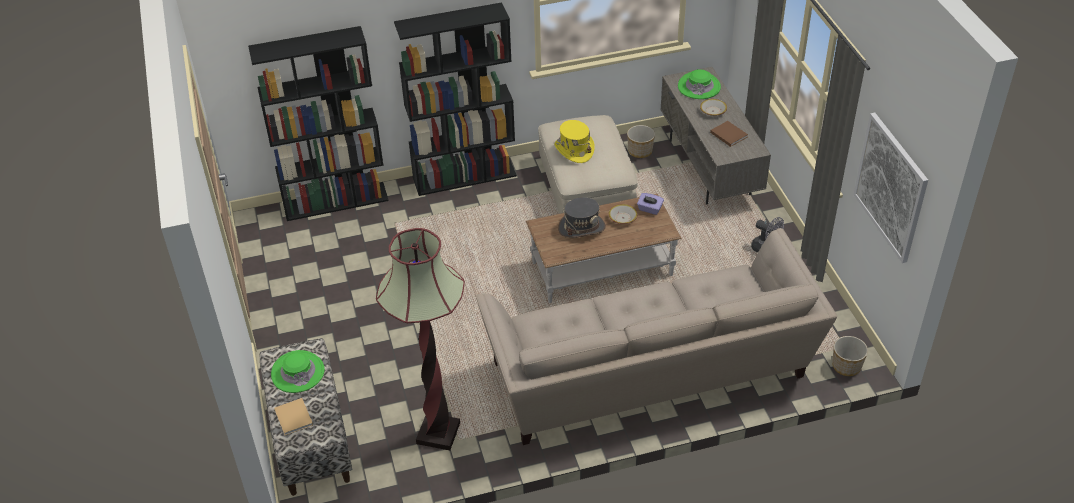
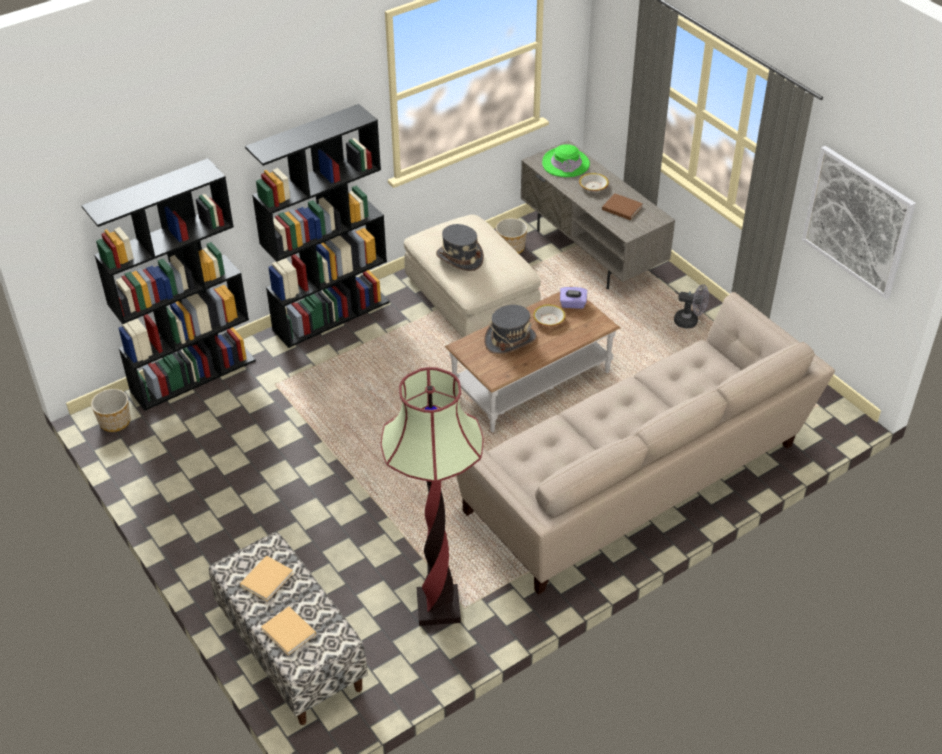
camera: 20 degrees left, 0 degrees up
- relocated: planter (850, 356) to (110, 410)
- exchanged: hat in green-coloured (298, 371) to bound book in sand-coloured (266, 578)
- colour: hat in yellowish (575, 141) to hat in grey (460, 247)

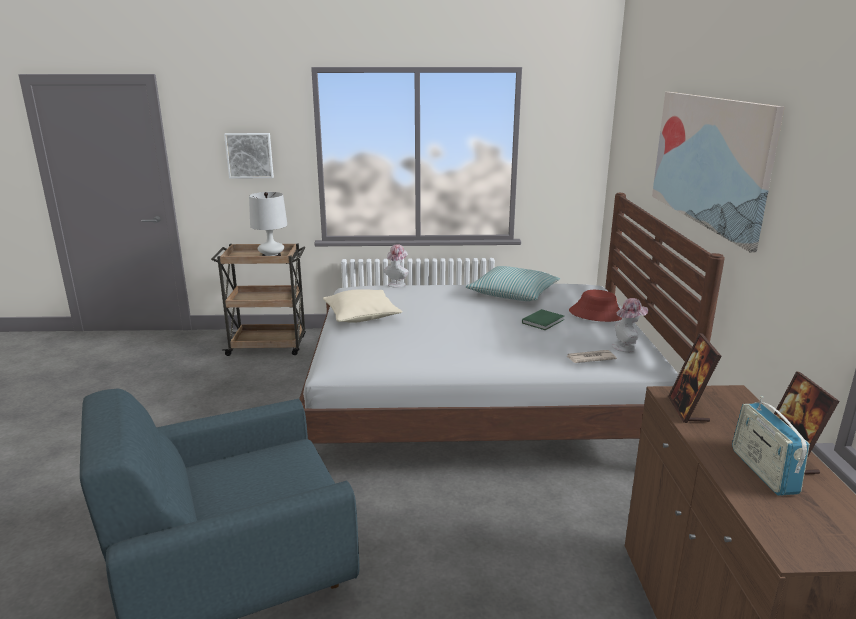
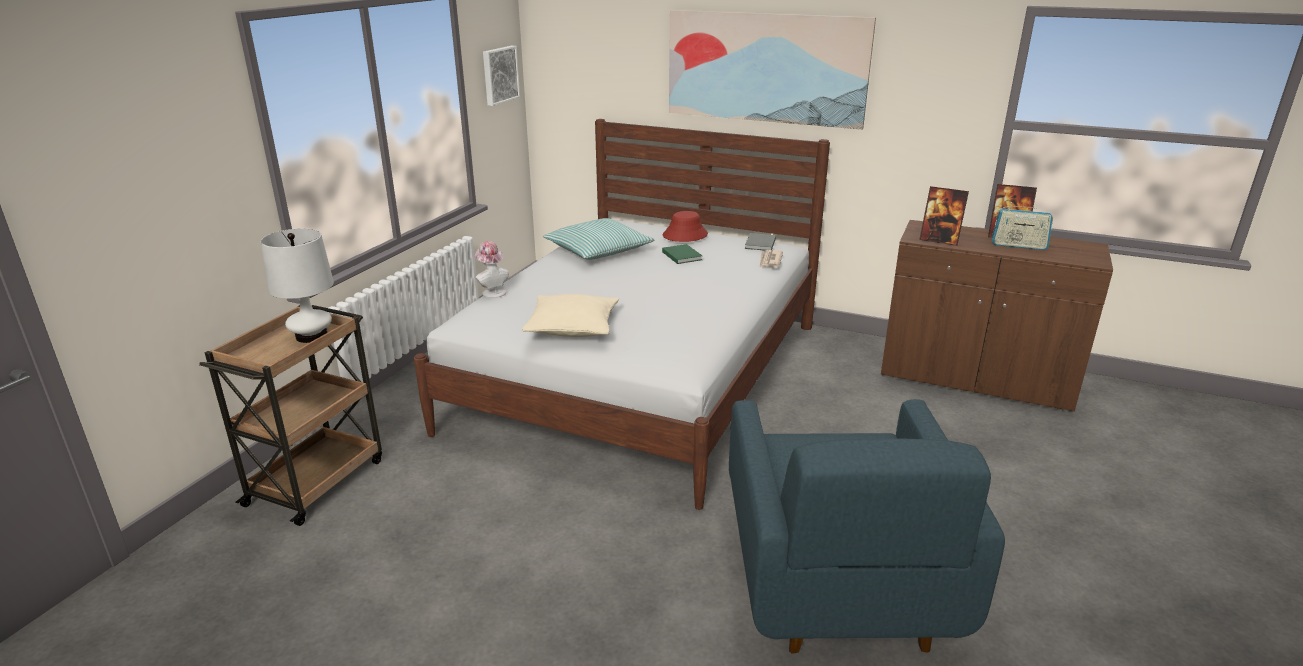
camera: 65 degrees left, 5 degrees up
- relocated: wall art (249, 155) to (501, 76)
- exchanged: hat (630, 325) to bound book in grey (760, 242)

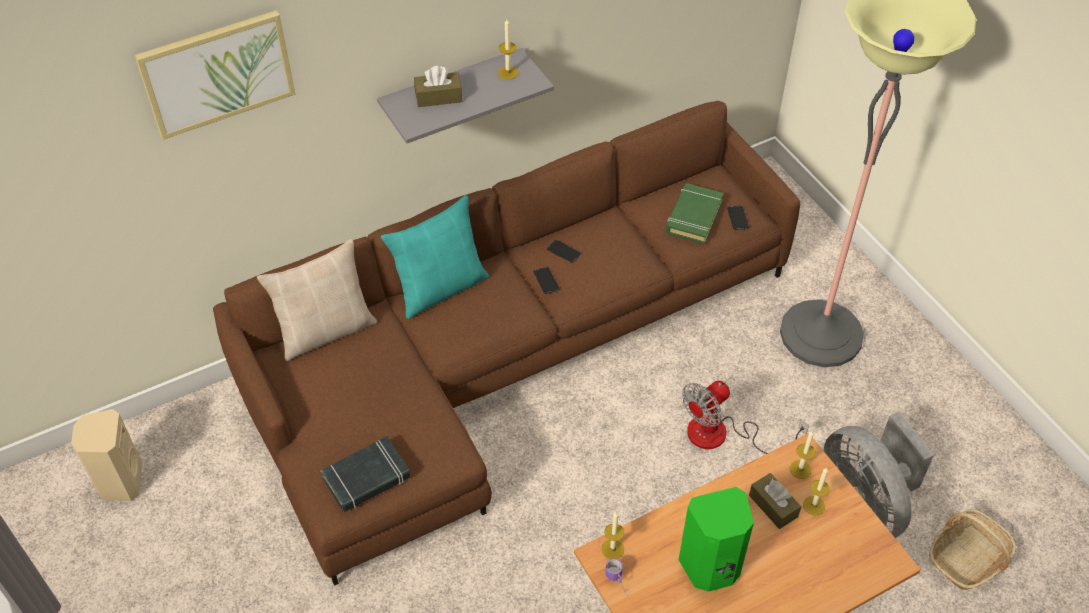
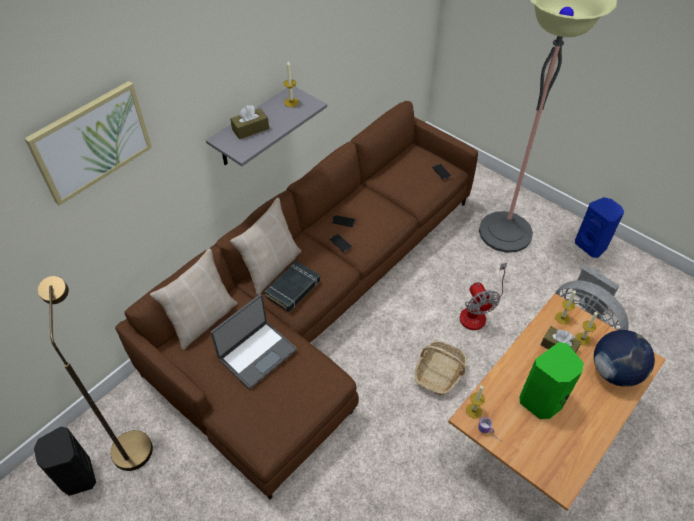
camera: 20 degrees left, 0 degrees up
- missing: bound book in green-coloured (695, 214)
- appeared: standing lamp in brown (95, 373)
- appeared: laptop (253, 341)
- appeared: audio speaker in blue-coloured (599, 227)
- appeared: world globe (624, 358)
- relocated: bound book in black-coloured (365, 474) to (292, 286)
- relocated: storage basket (972, 549) to (441, 368)
- colour: audio speaker in sand-coloured (106, 455) to audio speaker in black-coloured (65, 461)
- colour: throw pillow in turquoise (435, 257) to throw pillow in sand-coloured (266, 246)
- spun: fan (745, 417) = (483, 296) 45 degrees counterclockwise

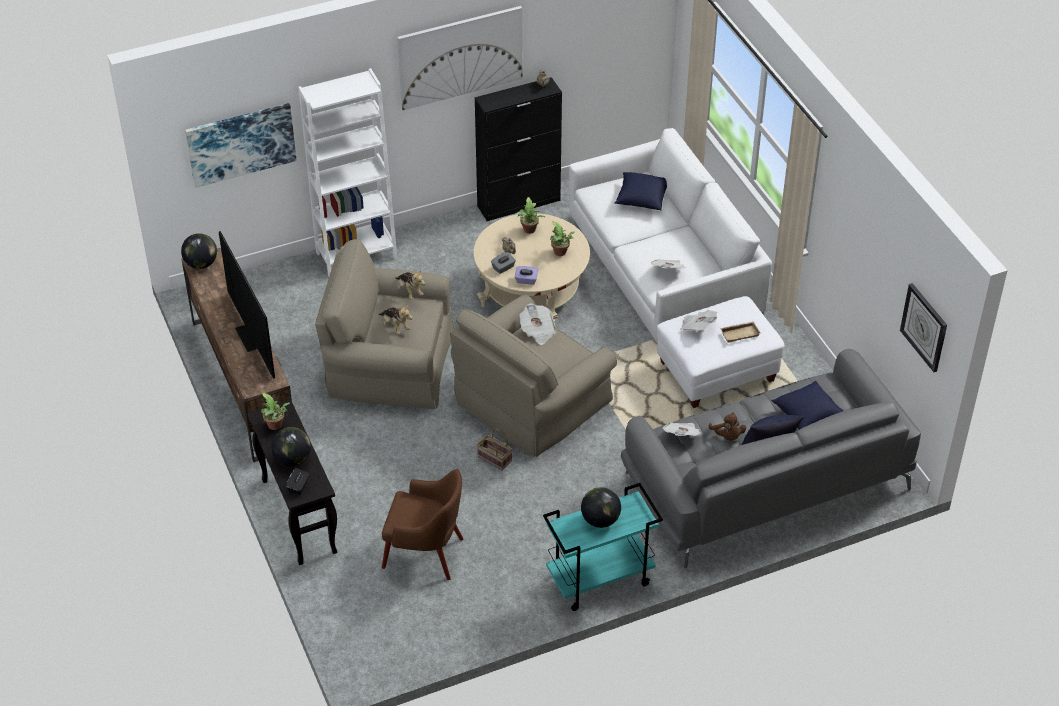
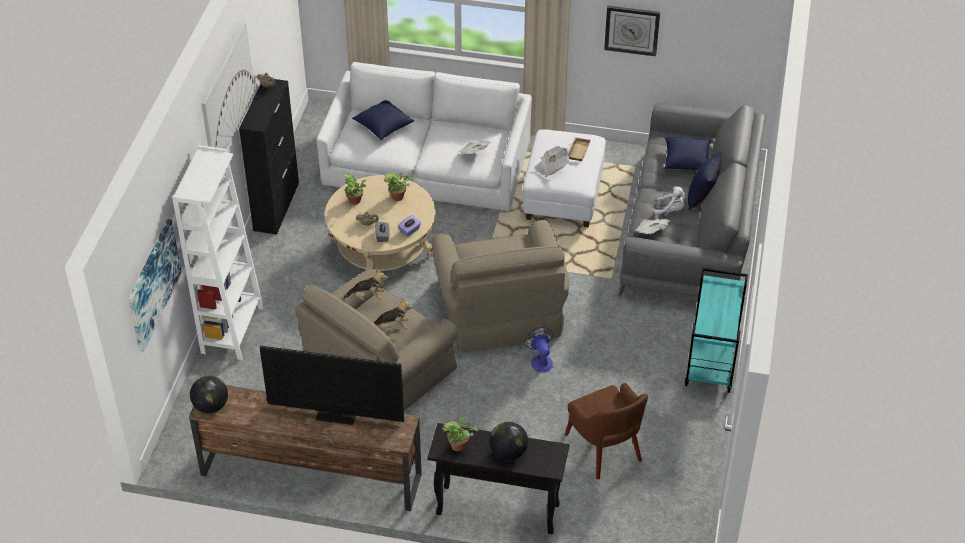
camera: 55 degrees left, 0 degrees up
- missing: tissue holder in black-coloured (297, 481)
- missing: printed paper (537, 324)
- missing: world globe (601, 507)
- relocated: hanging clock (923, 327) to (632, 31)
- exchanged: storage basket (494, 449) to fan (538, 350)
- colour: soft toy in brown (727, 426) to soft toy in white (669, 201)
- spun: lounge chair in brown (422, 524) = (606, 431) 105 degrees clockwise

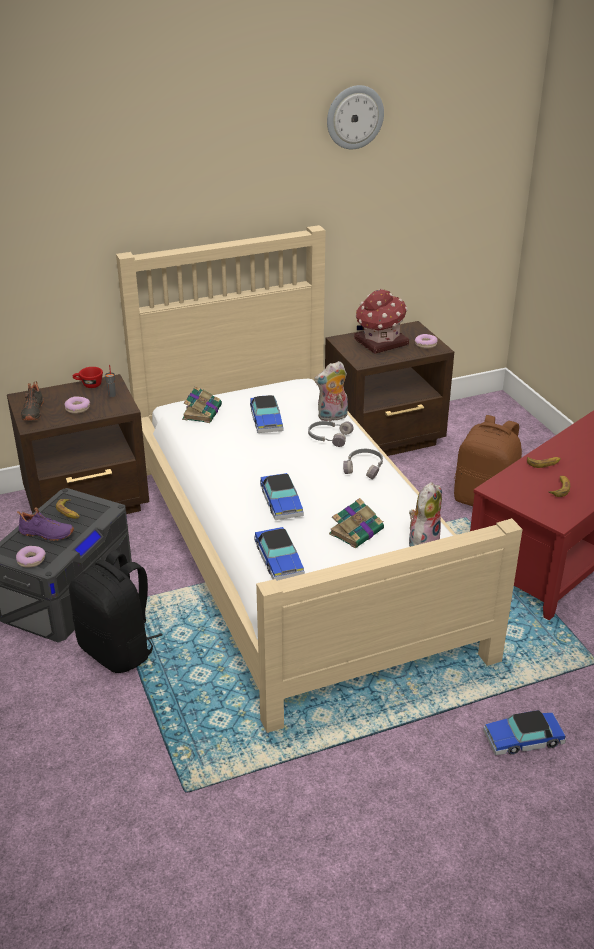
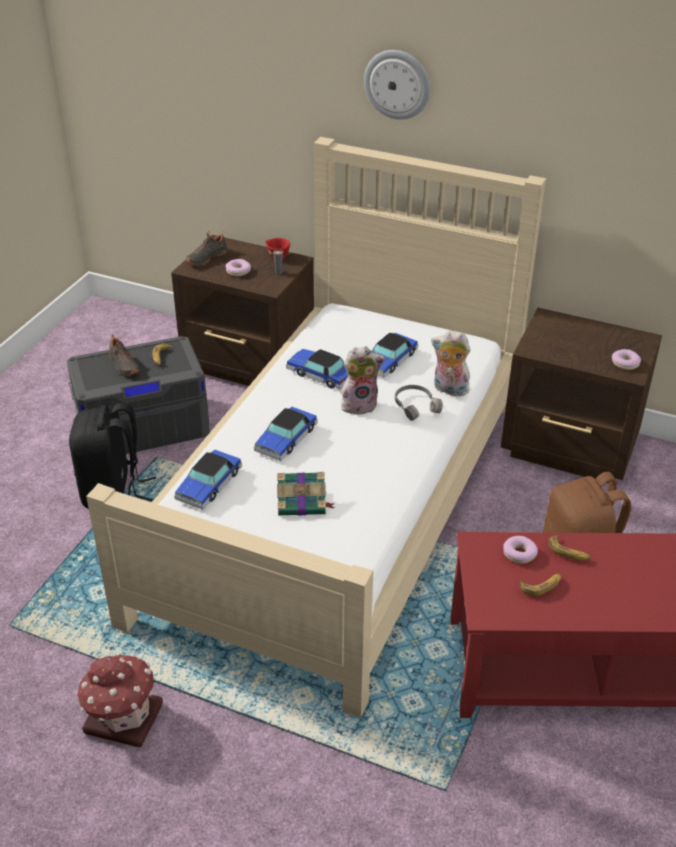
camera: 45 degrees right, 5 degrees up
- missing: bound book (202, 404)
- missing: headset in grey (363, 464)
- relocated: ring doughnut (31, 557) to (520, 550)
- relocated: hanging clock (355, 117) to (397, 85)
- relocated: toy house (381, 321) to (120, 701)
- relocated: soft toy (425, 514) to (363, 380)
- relocated: toy car (524, 732) to (317, 369)
- colour: shoe in purple (45, 524) to shoe in black-coloured (124, 355)

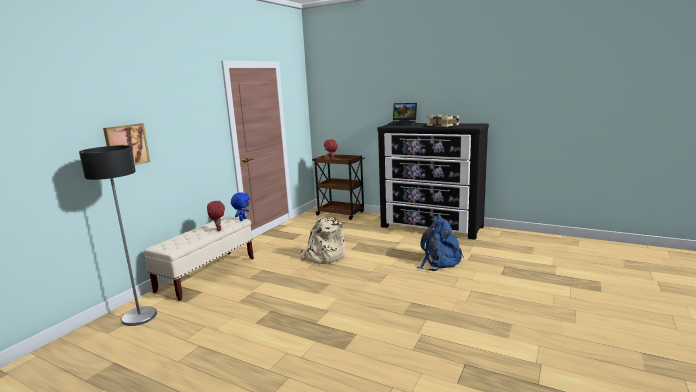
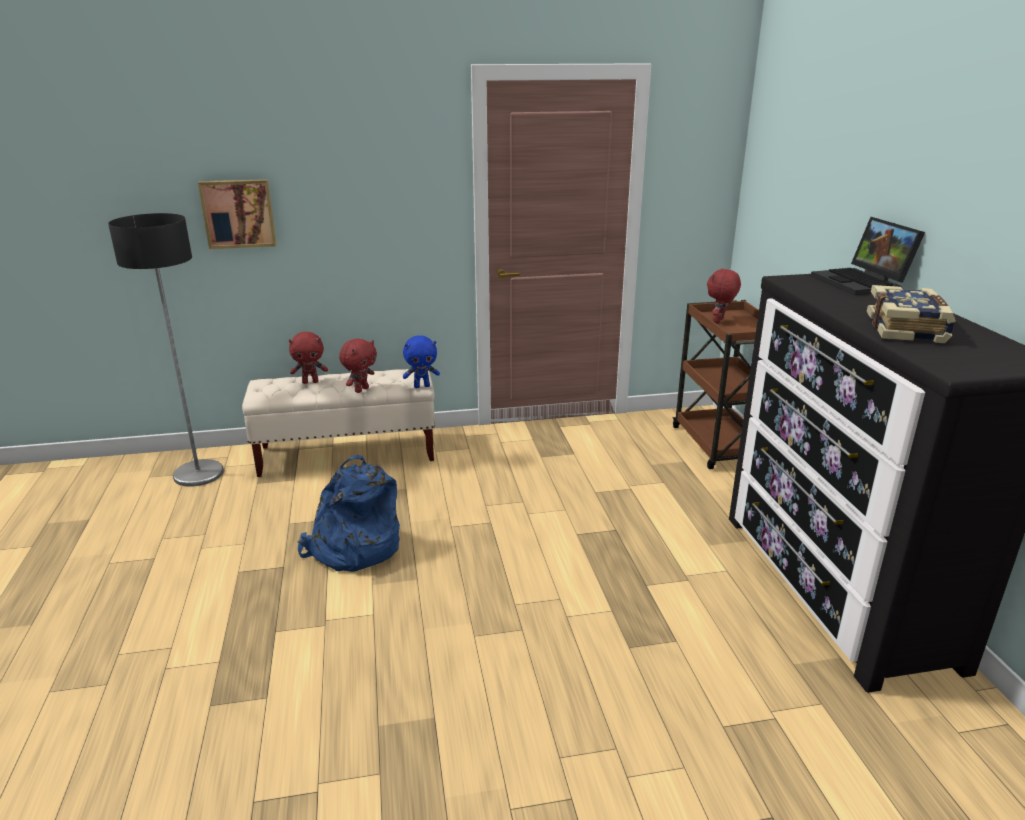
camera: 50 degrees right, 10 degrees up
- missing: knapsack in sand-coloured (322, 238)
- appeared: soft toy in reddish (308, 358)
- relocated: knapsack in blue-coloured (440, 242) to (349, 513)

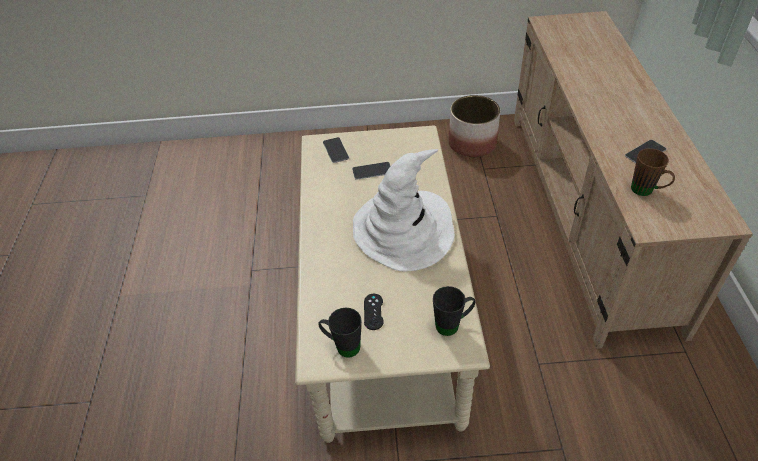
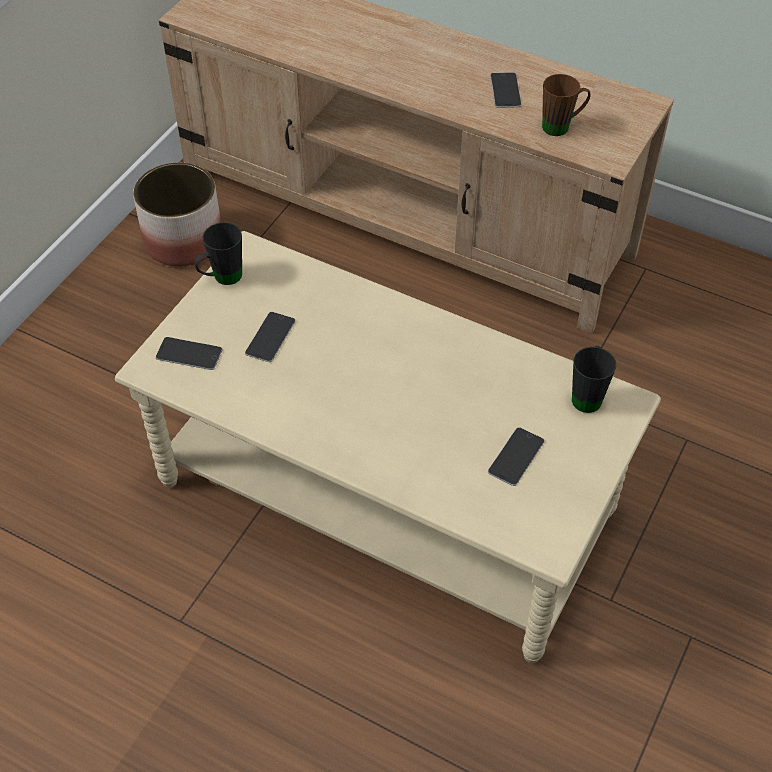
camera: 60 degrees left, 5 degrees up
- missing: hat in white (404, 210)
- relocated: tea mug in black-coloured (339, 332) to (218, 253)
- exchanged: gamepad in black-coloured (374, 312) to phone (516, 456)

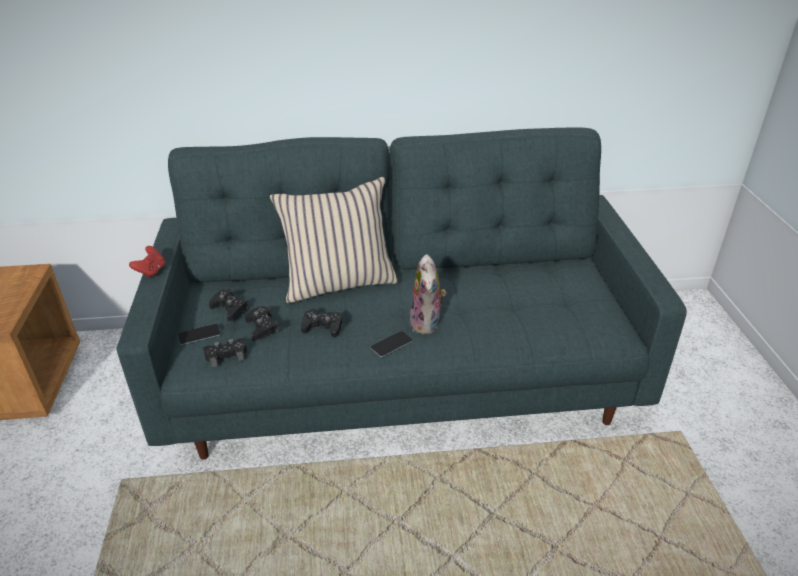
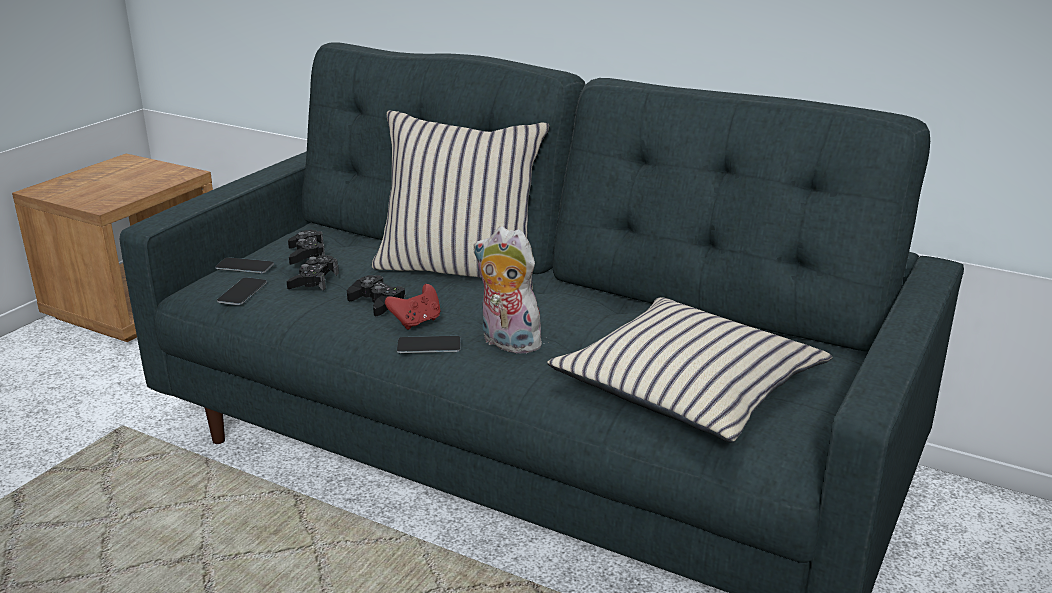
camera: 35 degrees right, 10 degrees down
- appeared: throw pillow in sand-coloured (690, 369)
- relocated: gamepad in reddish (147, 262) to (413, 307)
- exchanged: gamepad in black-coloured (225, 353) to phone (242, 291)
- spun: soft toy (428, 294) = (511, 289) 90 degrees clockwise

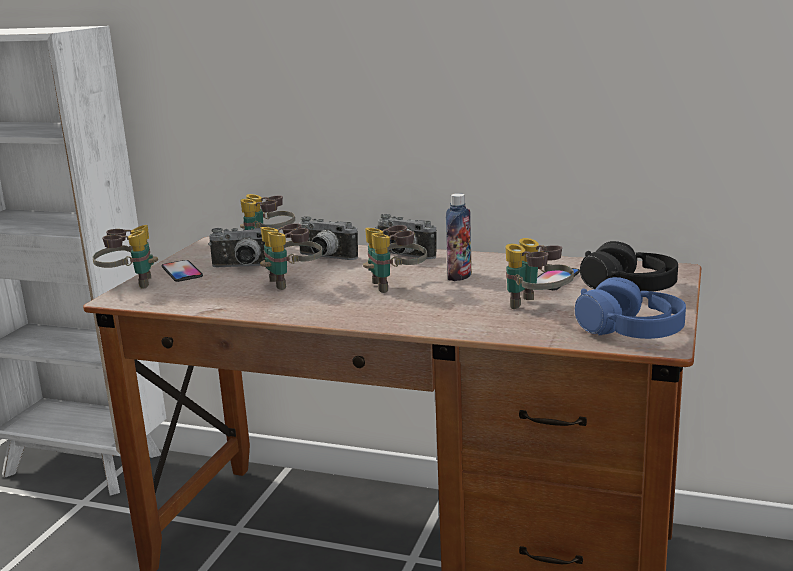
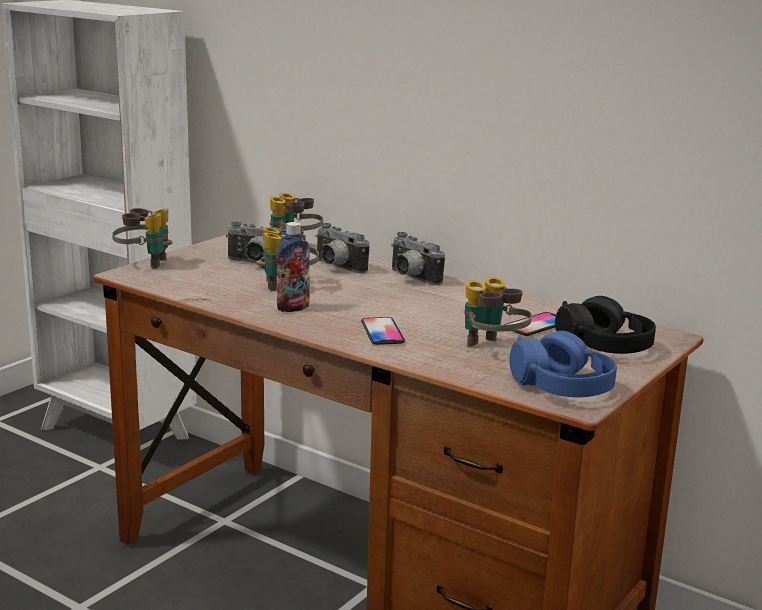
camera: 15 degrees right, 0 degrees up
- missing: pair of binoculars (395, 259)
- relocated: phone (182, 271) to (383, 331)
- relocated: beverage bottle (459, 237) to (293, 267)

